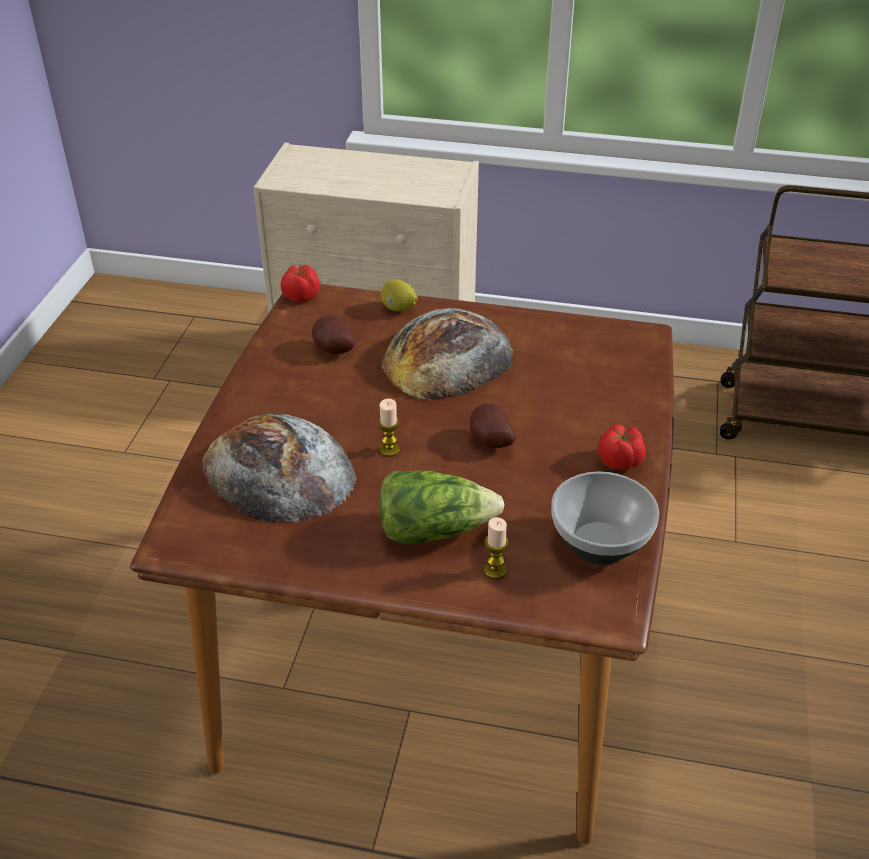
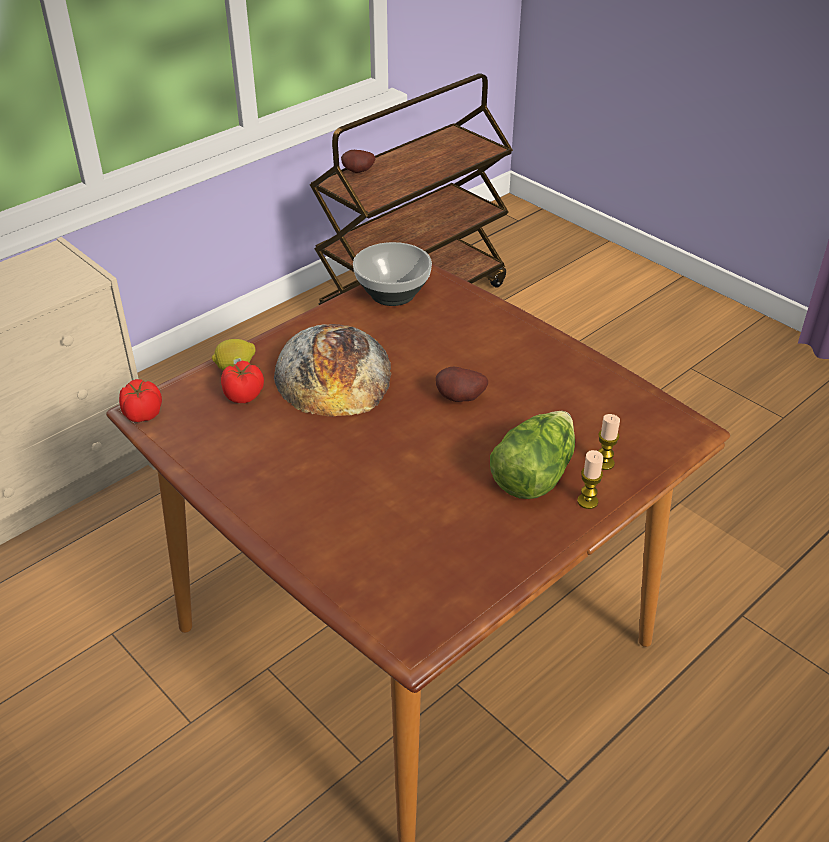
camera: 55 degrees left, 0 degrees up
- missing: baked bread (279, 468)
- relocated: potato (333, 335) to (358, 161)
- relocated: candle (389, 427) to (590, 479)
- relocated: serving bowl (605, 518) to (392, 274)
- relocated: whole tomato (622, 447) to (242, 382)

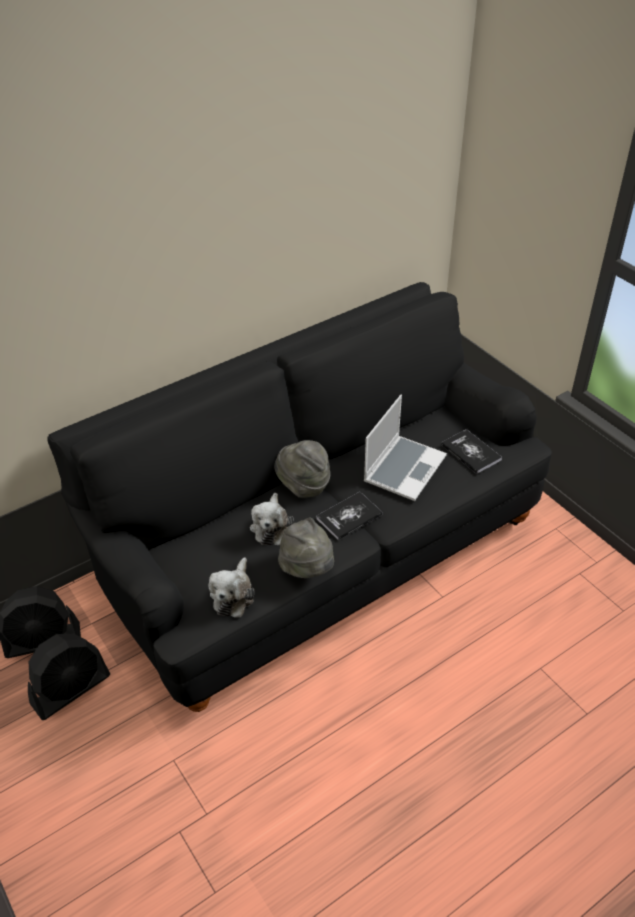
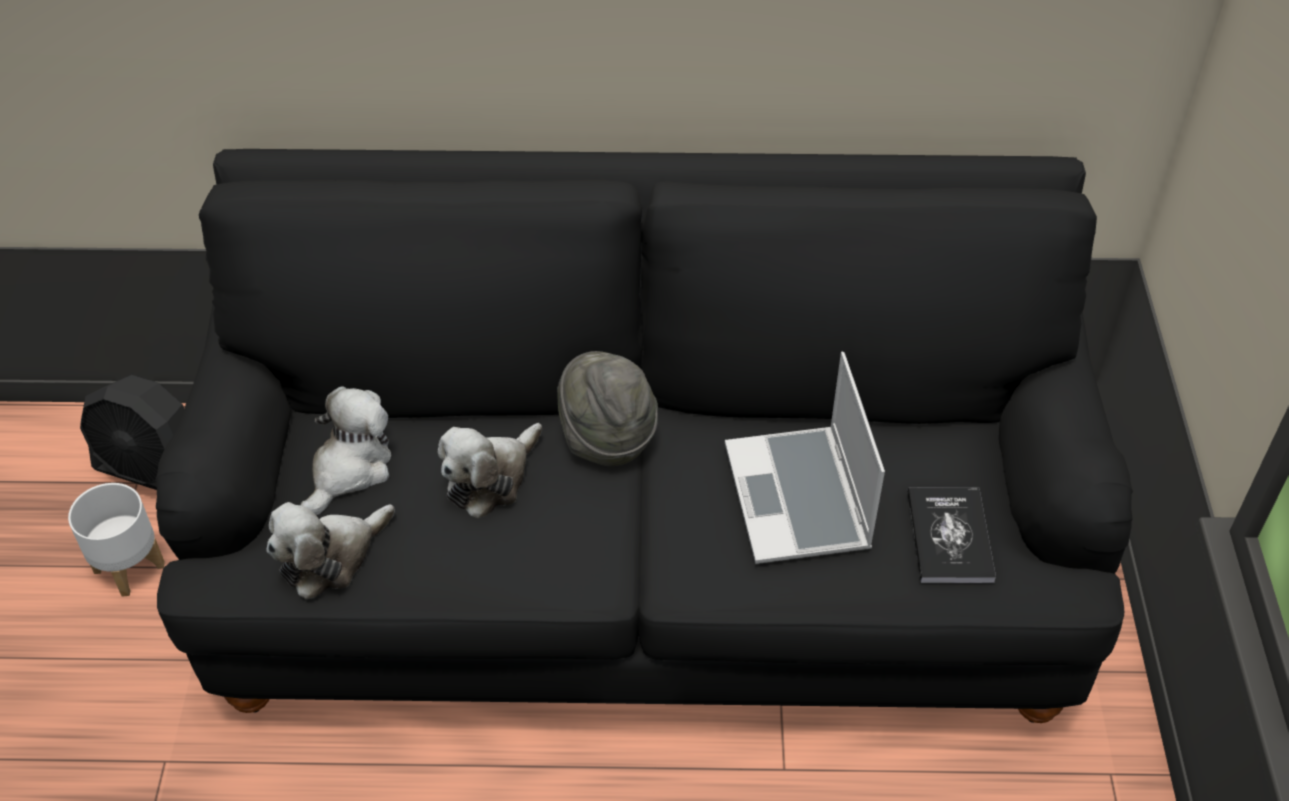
camera: 35 degrees right, 5 degrees up
- missing: hat in grey (306, 548)
- missing: bound book (349, 516)
- appeared: soft toy (345, 450)
- exchanged: fan in black-coloured (69, 676) to planter in white (116, 540)
- spun: laptop (405, 448) = (805, 457) 105 degrees clockwise

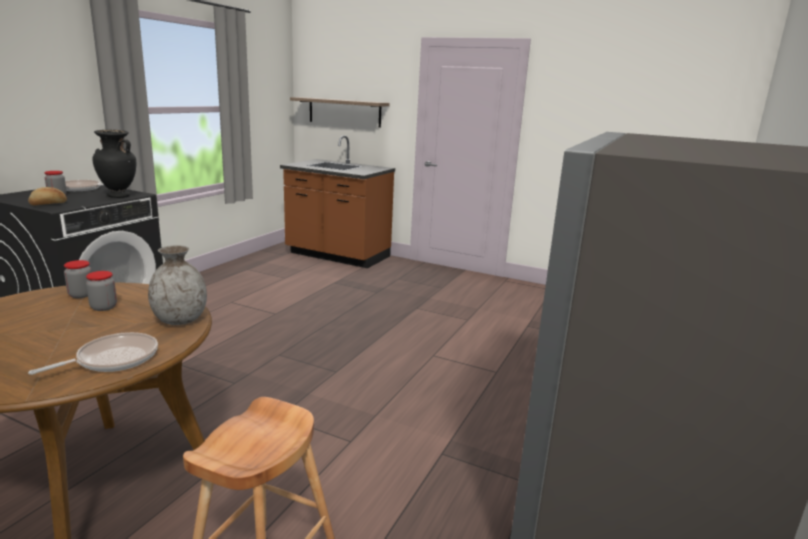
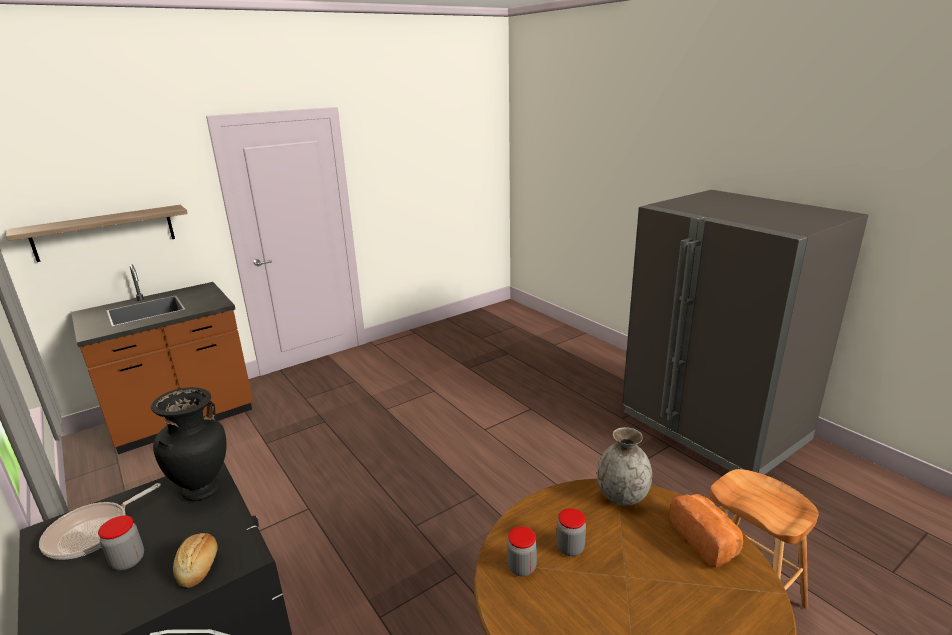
camera: 60 degrees left, 5 degrees up
- exchanged: pan (93, 353) to baked bread (706, 530)

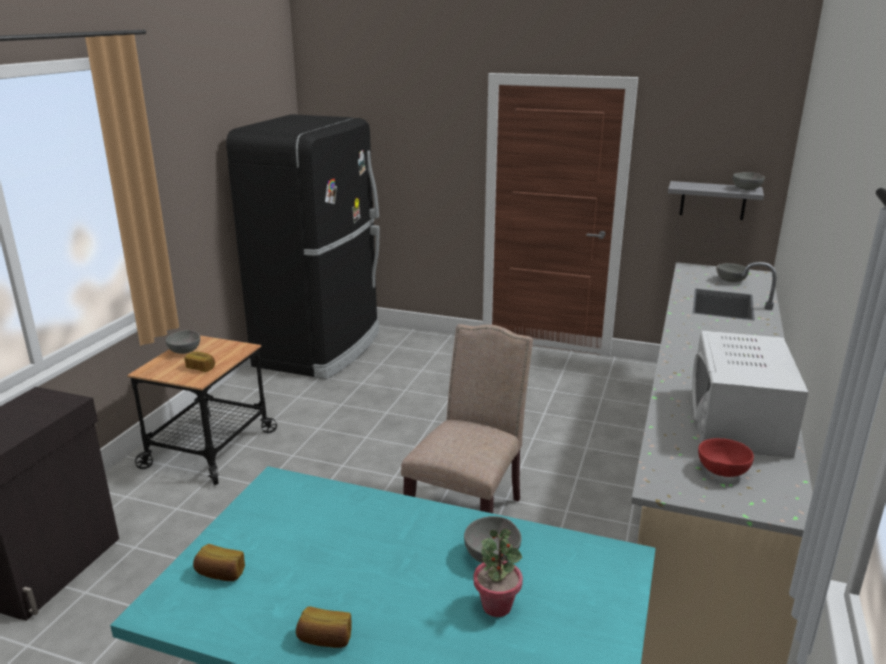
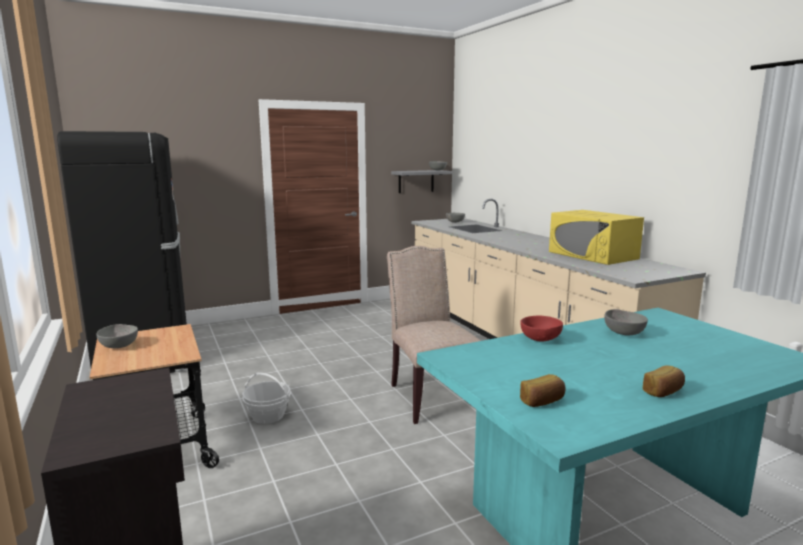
camera: 45 degrees left, 10 degrees down
- missing: baked bread (199, 362)
- missing: potted plant (498, 573)
- appeared: storage basket (266, 398)
- relocated: serving bowl in reddish (726, 457) to (541, 328)
- colour: microwave in white (750, 394) to microwave in yellowish (596, 237)

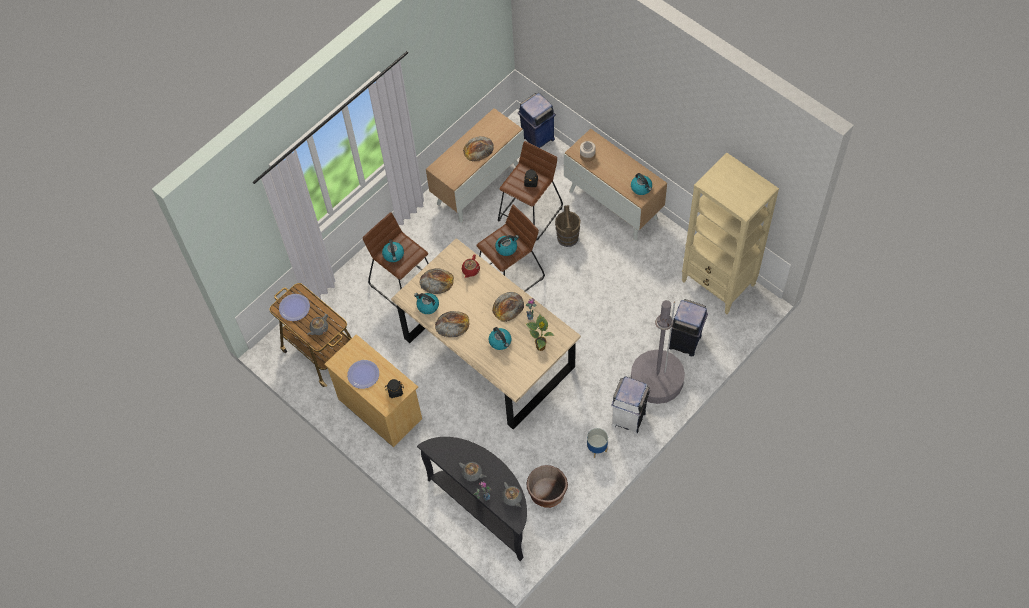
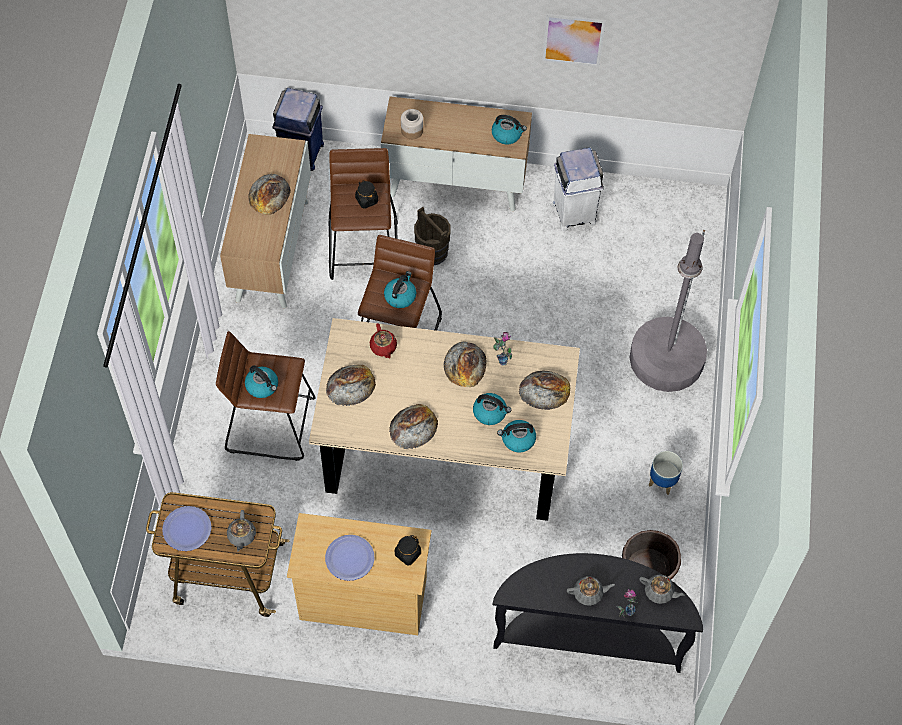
camera: 40 degrees left, 0 degrees up
- missing: rubbish bin in blue-coloured (688, 327)
- missing: shelving unit in sand-coloured (730, 233)
- appeared: wall art (574, 40)
- relocated: tea kettle (426, 303) to (516, 436)
- relocated: rubbish bin in white (630, 405) to (578, 189)
- exchanged: potted plant (540, 332) to baked bread (544, 390)

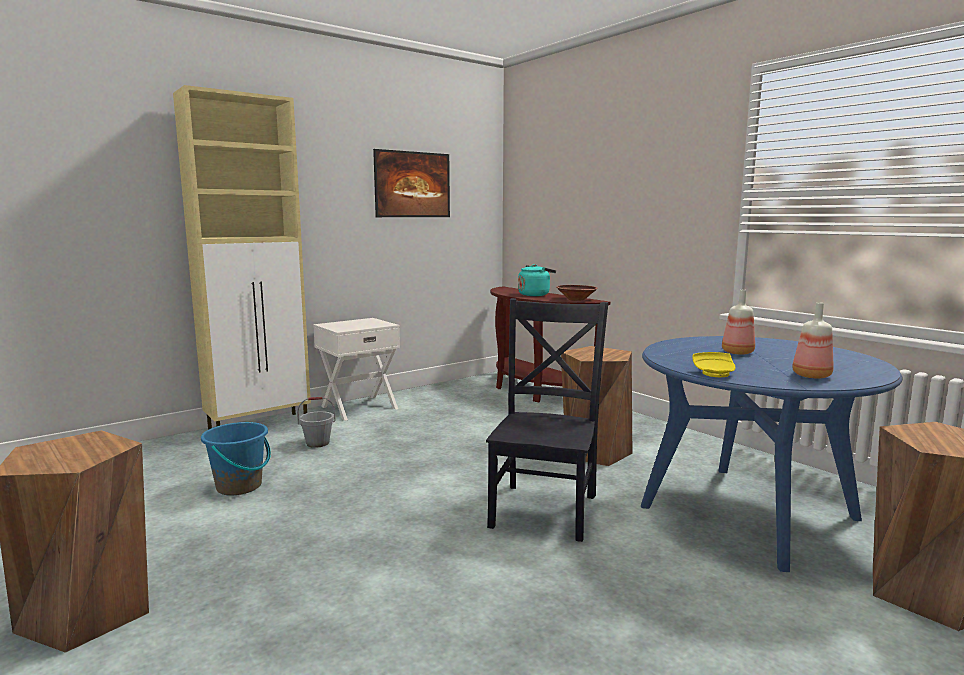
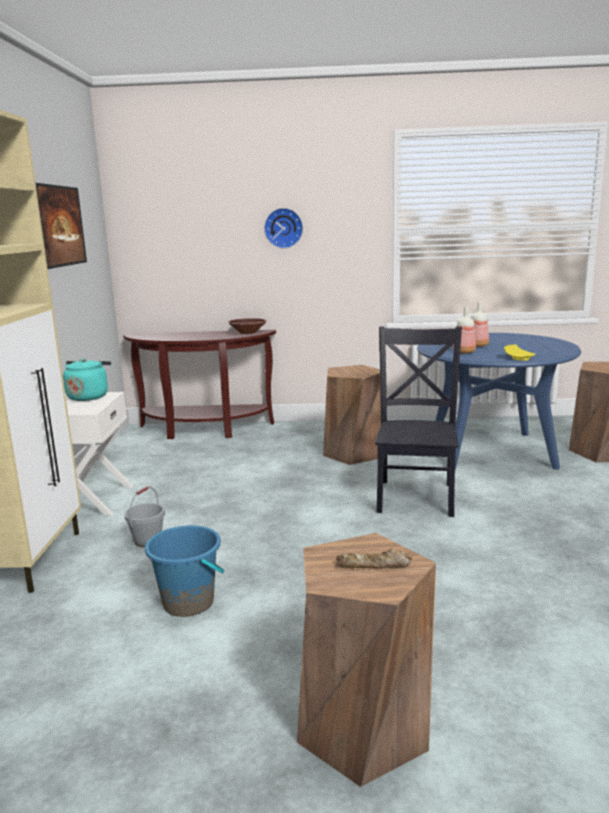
camera: 50 degrees left, 5 degrees up
- appeared: hanging clock (283, 228)
- appeared: baked bread (374, 558)
- relocated: tea kettle in turquoise (537, 280) to (87, 379)
- relocated: beverage bottle (812, 340) to (464, 330)
- spun: upright chair in black-coloured (547, 420) = (419, 421) 45 degrees clockwise

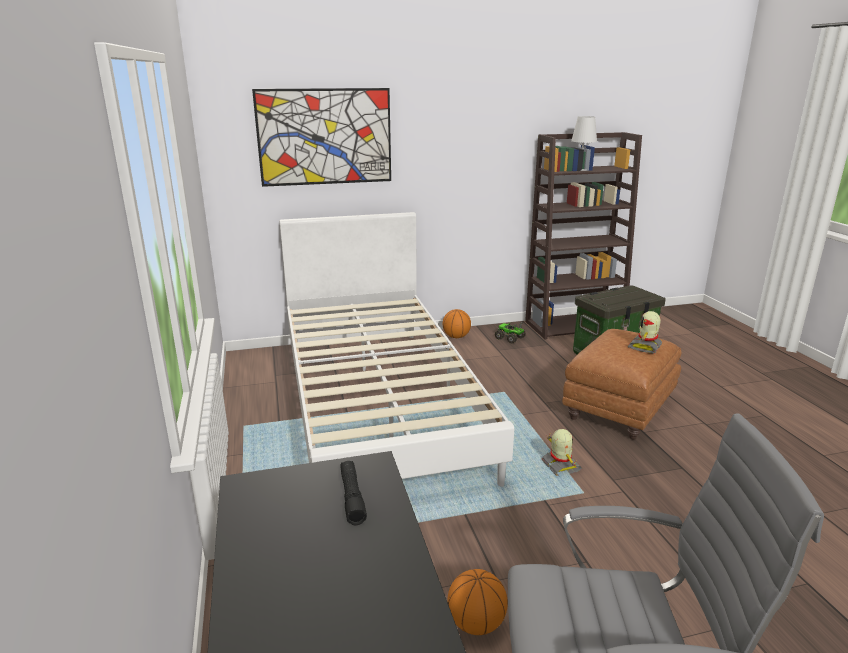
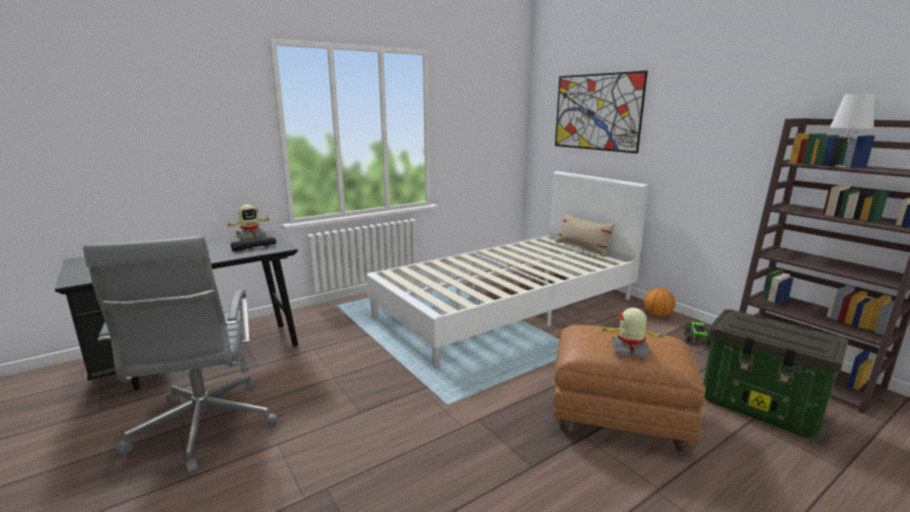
camera: 70 degrees right, 5 degrees down
- missing: basketball ball (477, 602)
- appeared: throw pillow in sand-coloured (585, 235)
- relocated: robot figure (562, 452) to (249, 222)

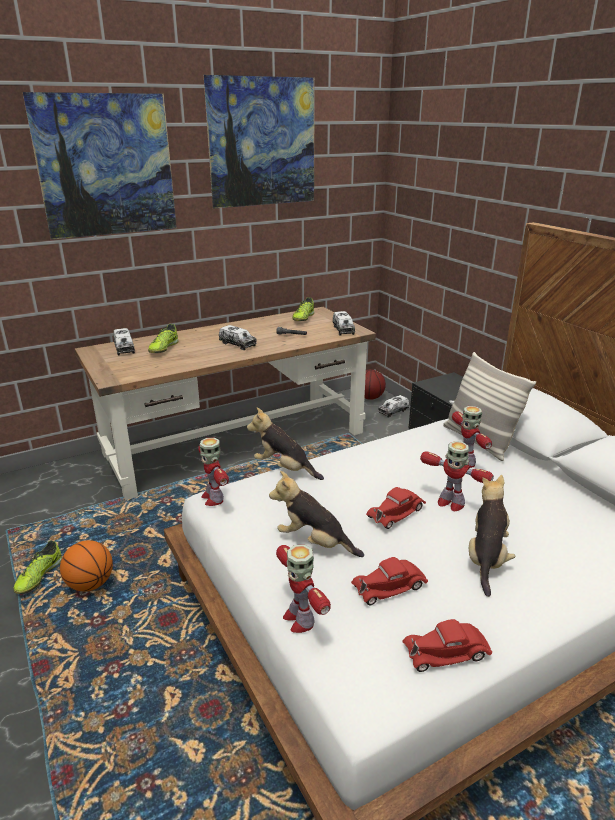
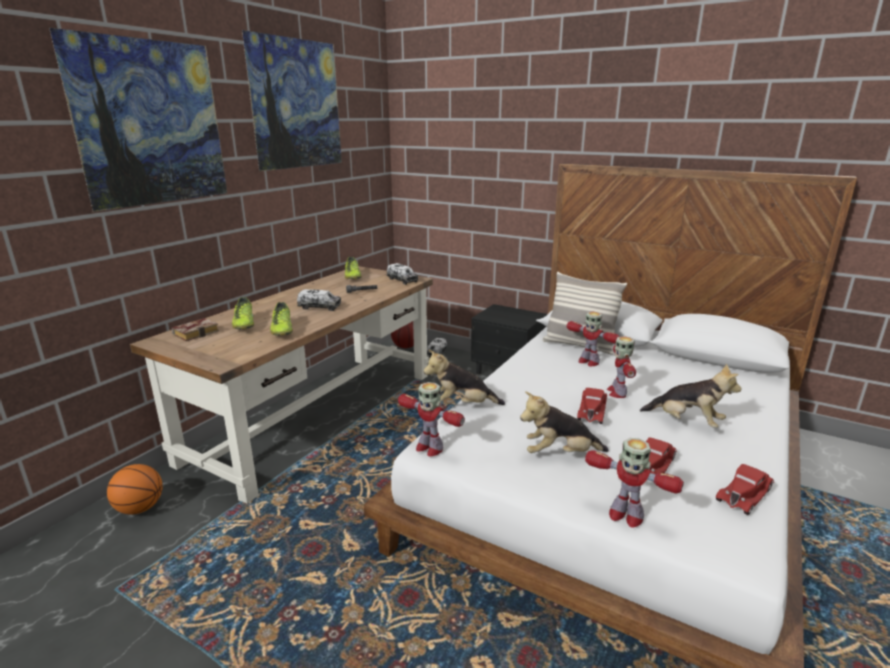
camera: 30 degrees left, 5 degrees down
- relocated: shoe (37, 567) to (281, 319)
- relocated: basketball ball (86, 566) to (135, 489)
- exchanged: model truck (124, 342) to bound book (195, 329)
- spun: robot figure (457, 476) = (621, 367) 90 degrees clockwise
- spun: soft toy (492, 536) = (691, 395) 135 degrees clockwise

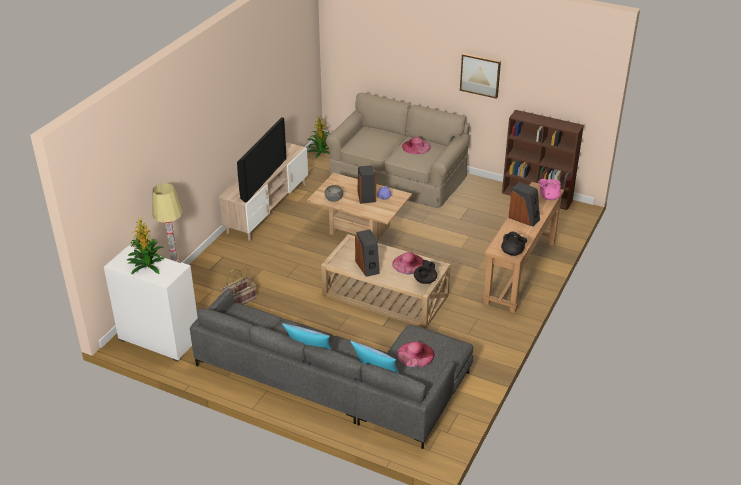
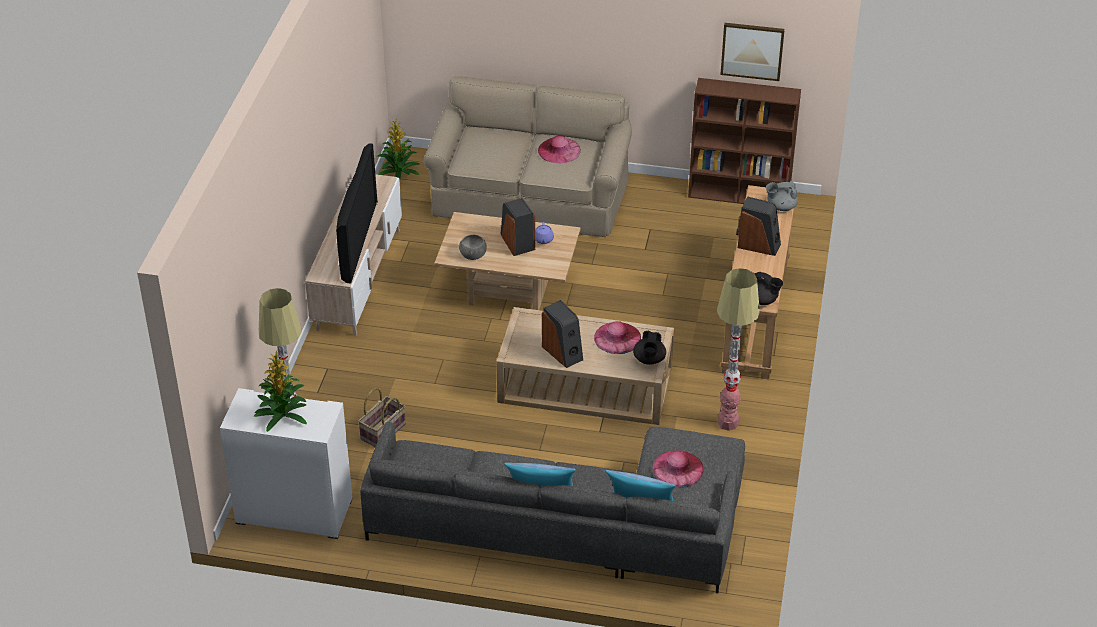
camera: 15 degrees left, 5 degrees up
- appeared: standing lamp (738, 349)
- relocated: wall art (480, 76) to (752, 52)
- colour: pot for tea in pinkish (550, 189) to pot for tea in grey (782, 196)

